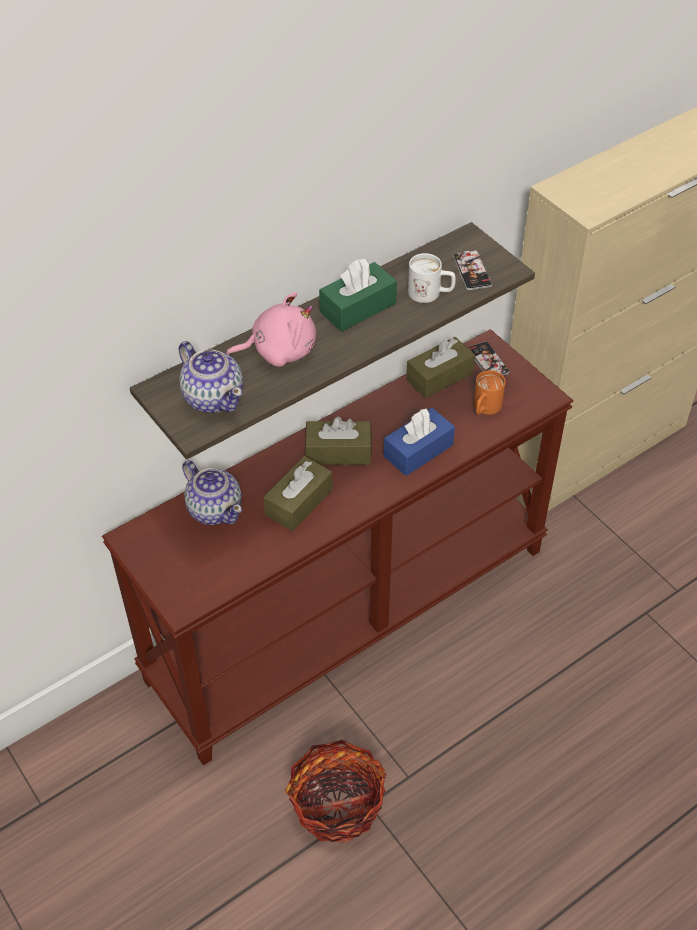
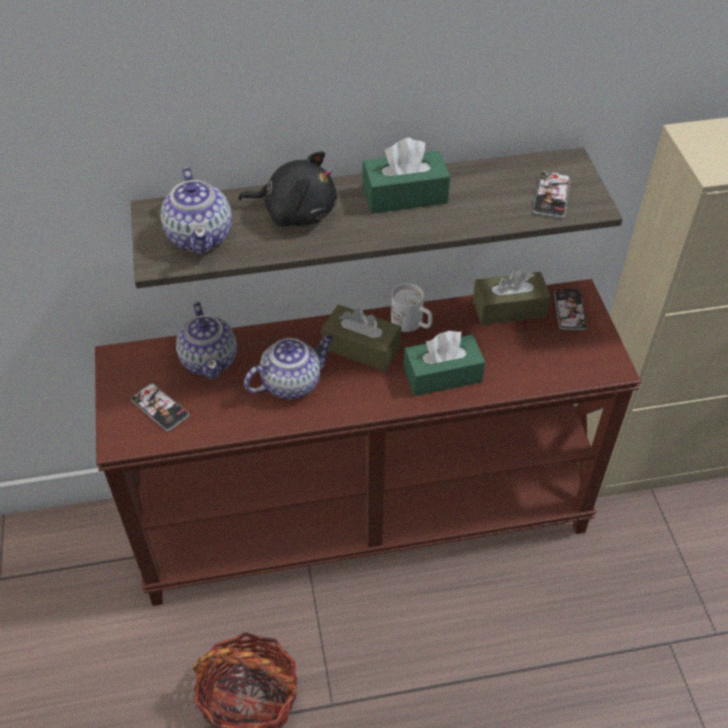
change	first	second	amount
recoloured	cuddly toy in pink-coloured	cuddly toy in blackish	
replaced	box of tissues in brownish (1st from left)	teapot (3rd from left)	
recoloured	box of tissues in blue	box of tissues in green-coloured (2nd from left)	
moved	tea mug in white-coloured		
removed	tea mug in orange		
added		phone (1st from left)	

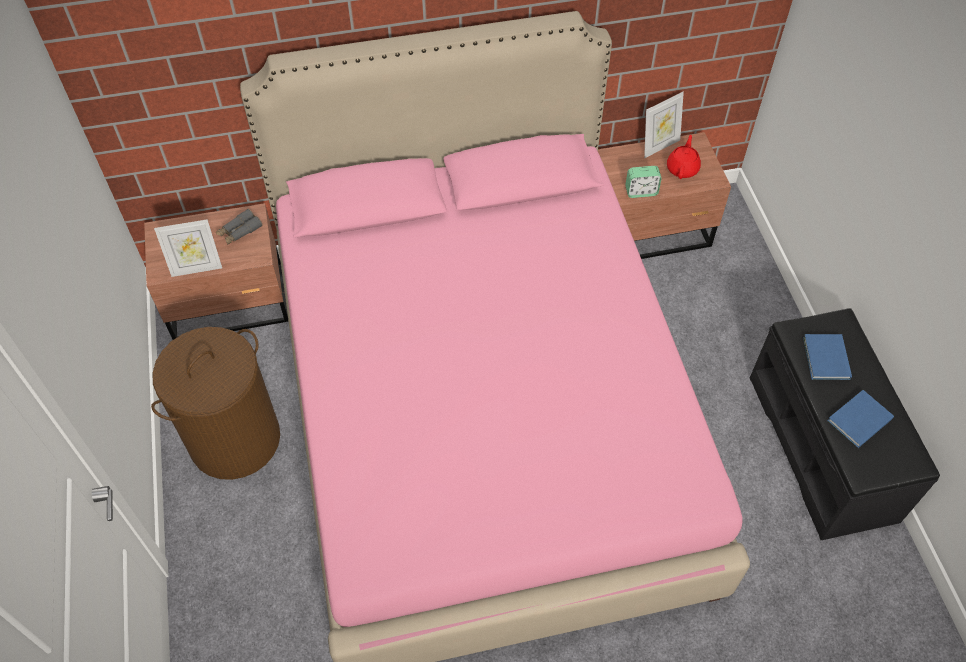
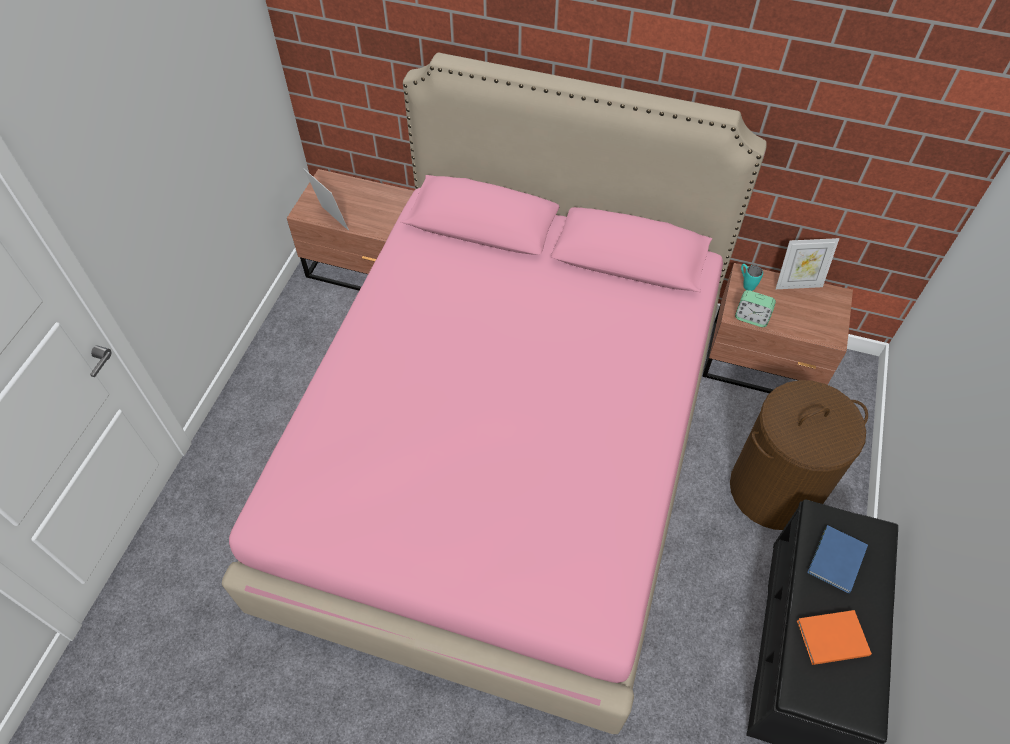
change	first	second	amount
moved	hamper in brownish		
turned	photo frame (1st from left)		150 degrees counterclockwise
removed	field glasses in greyish		
removed	teapot in reddish		
recoloured	volume in blue (2nd from left)	volume in orange	
added		tea mug in blue-green	

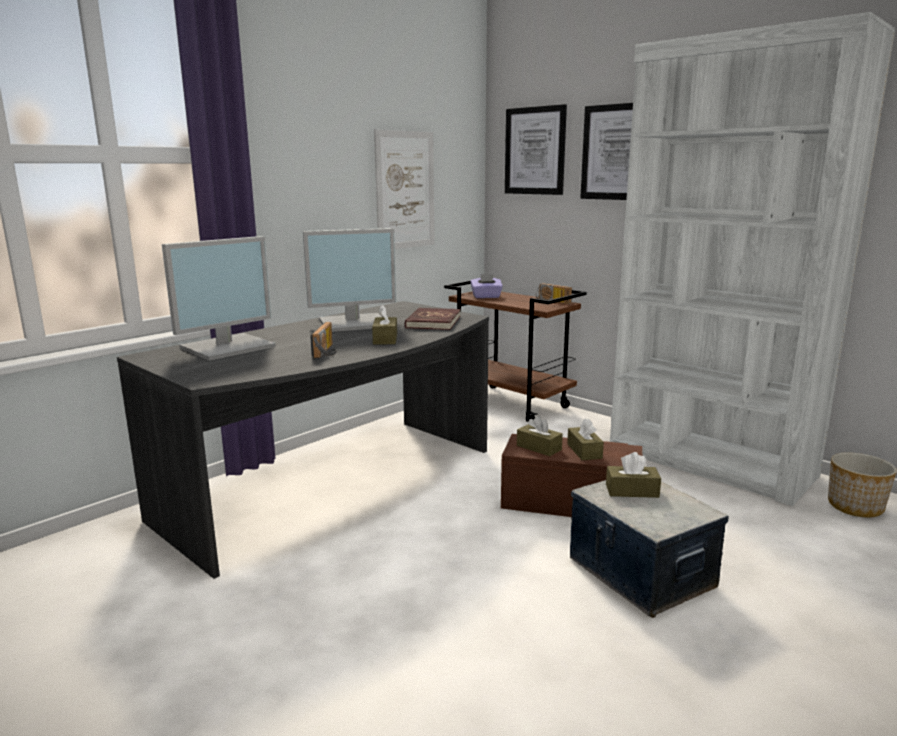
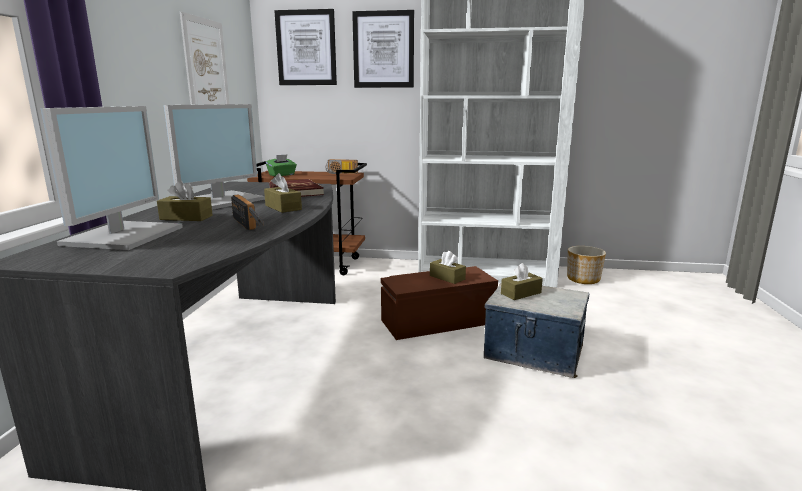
change	first	second	amount
recoloured	box of tissues in purplish	box of tissues in green-coloured	
moved	box of tissues in brownish (2nd from left in the first image)	box of tissues in brownish (1st from left)	

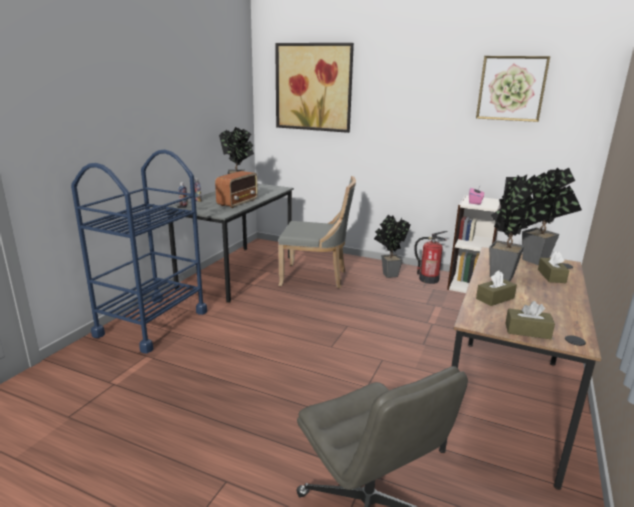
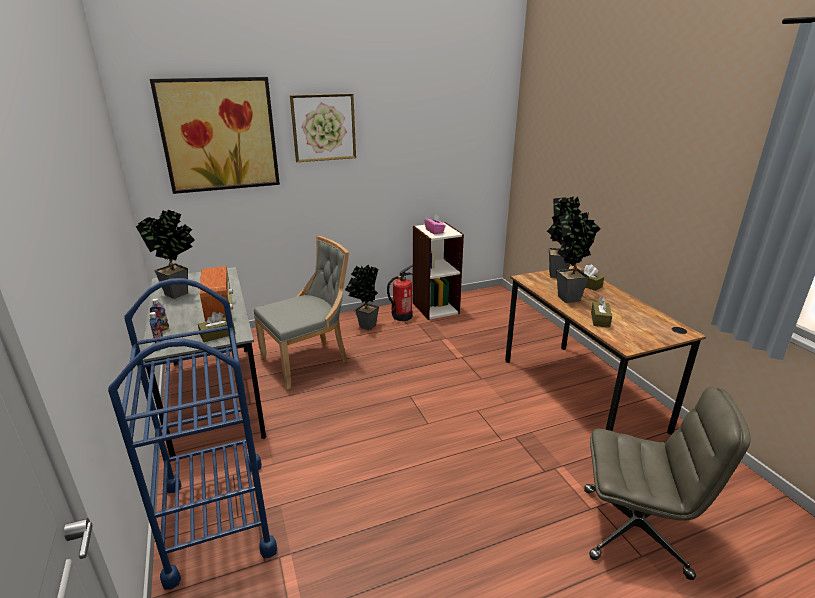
change	first	second	amount
moved	wall picture (2nd from left)		
moved	box of tissues in brownish (2nd from left in the first image)	box of tissues in brownish (1st from left)	

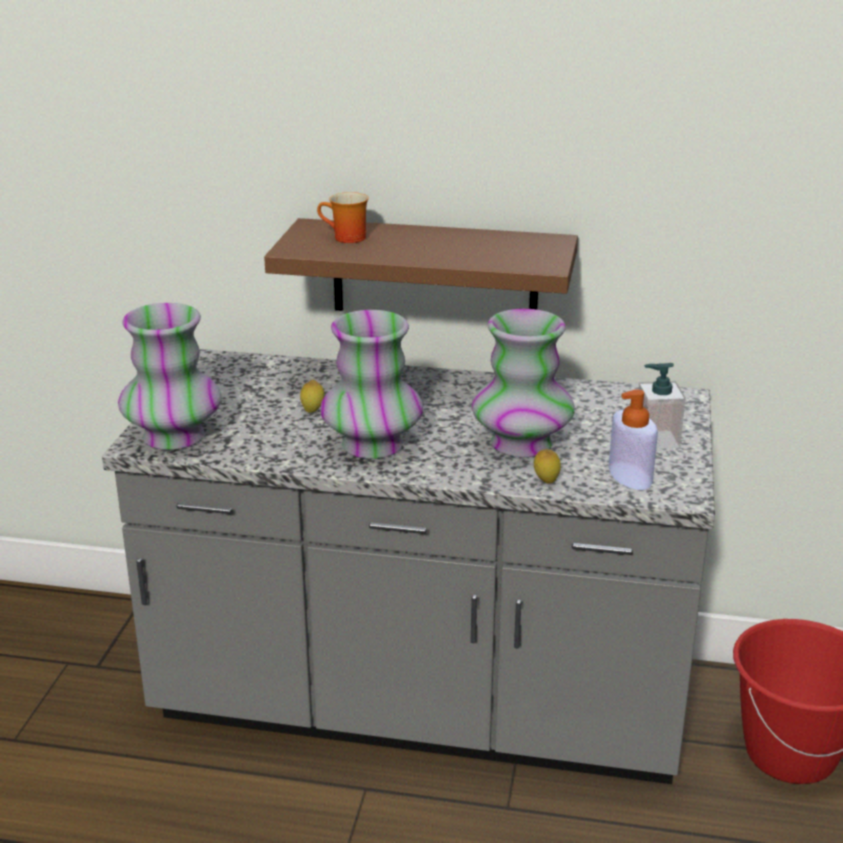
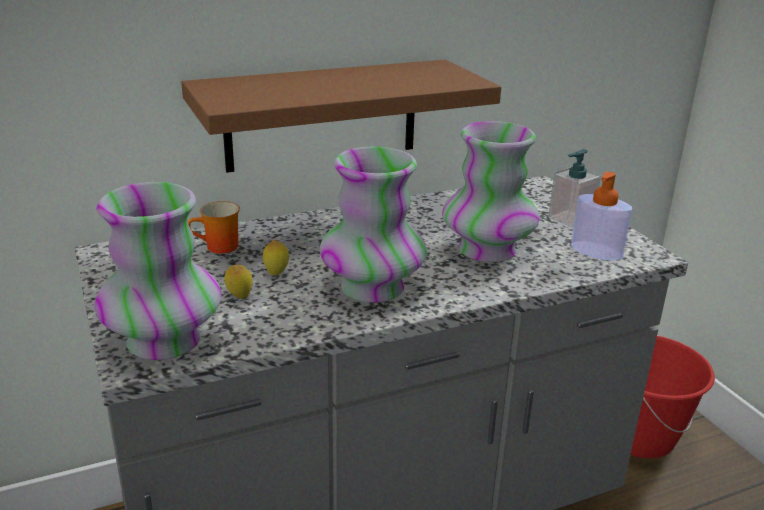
change	first	second	amount
moved	tea mug		
moved	lemon (2nd from left in the first image)	lemon (1st from left)	

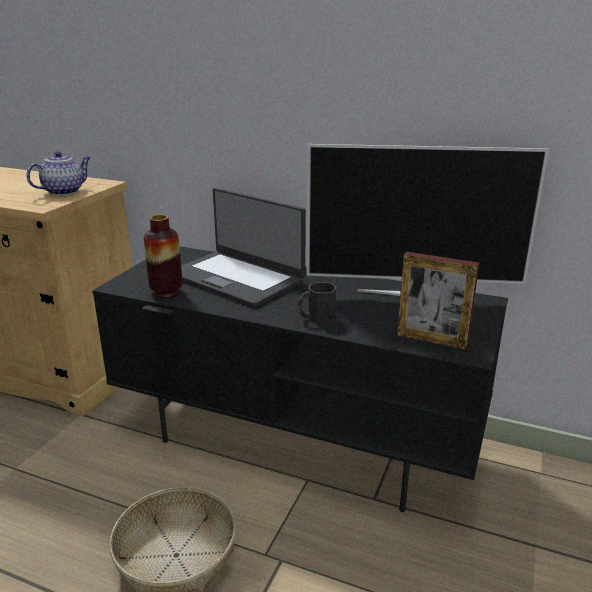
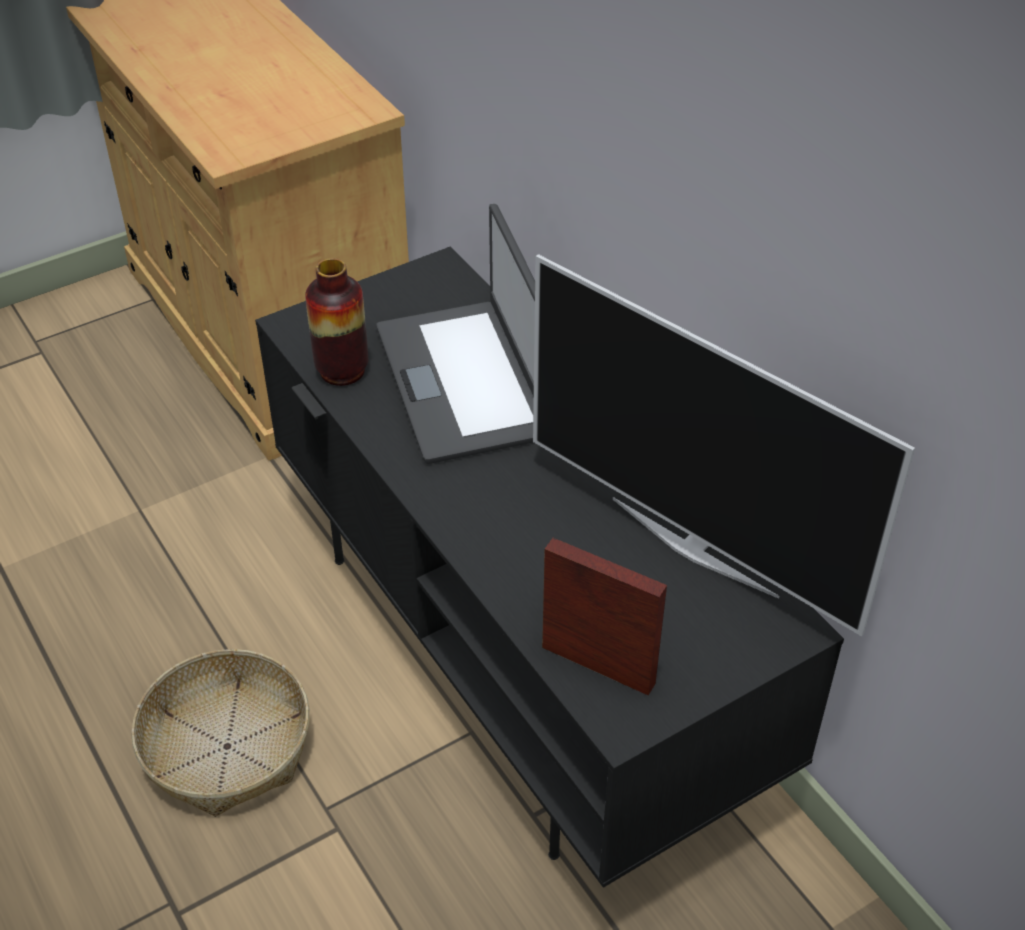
change	first	second	amount
removed	teapot		
removed	tea mug in blackish		
turned	photo frame		150 degrees clockwise

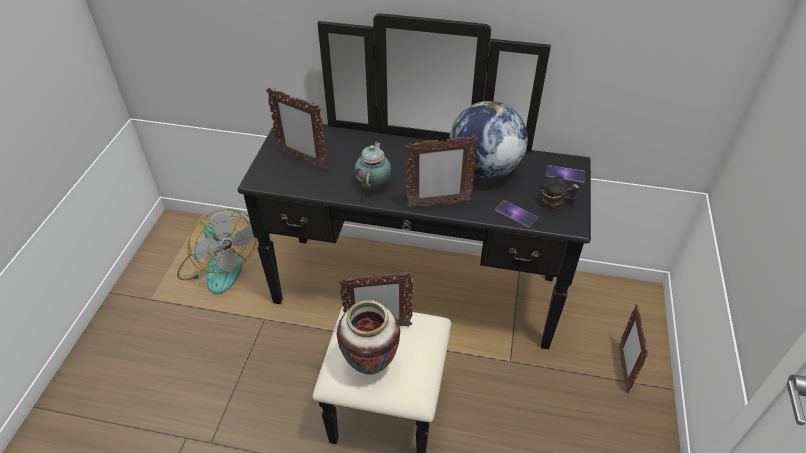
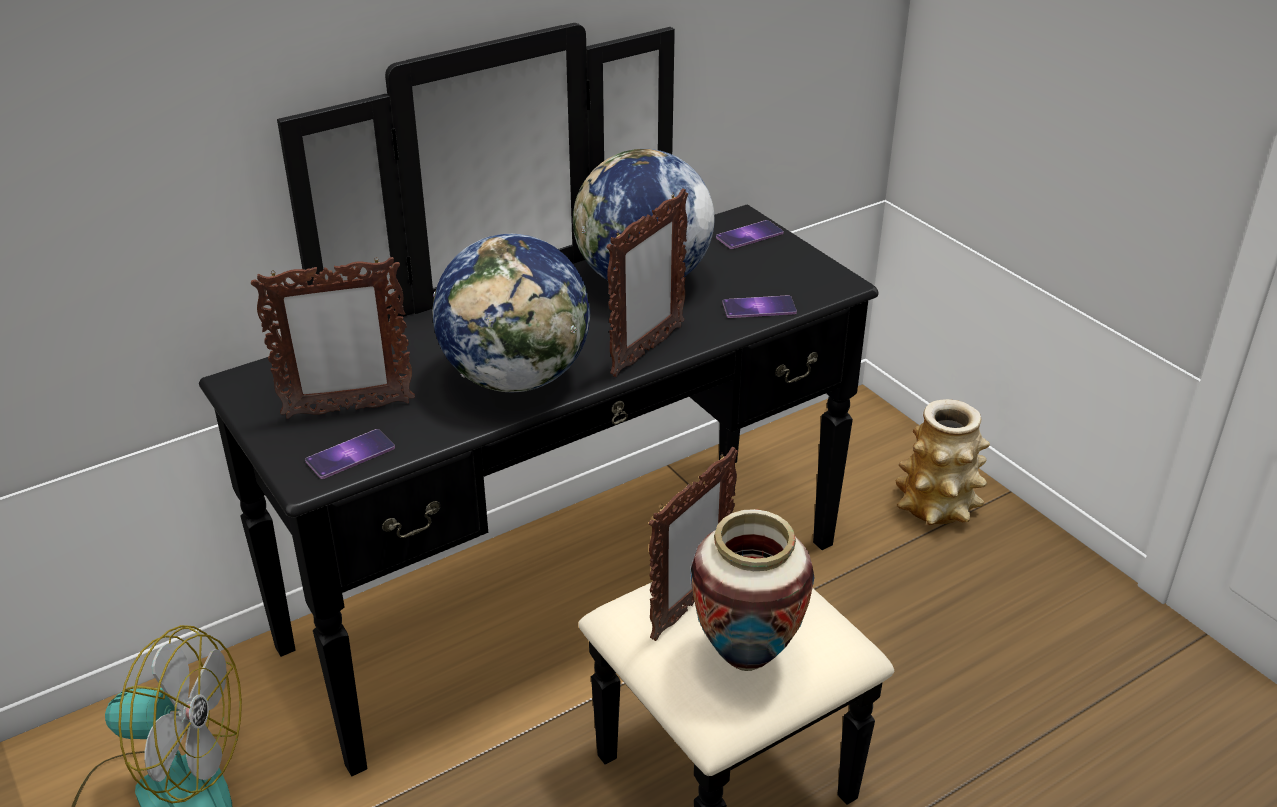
change	first	second	amount
replaced	teapot	desk globe (1st from left)	
removed	tea mug		
replaced	photo frame (4th from left)	vase (2nd from left)	
added		phone (1st from left)	

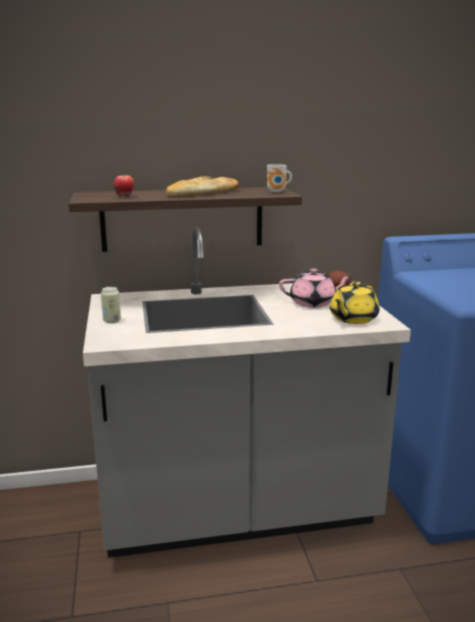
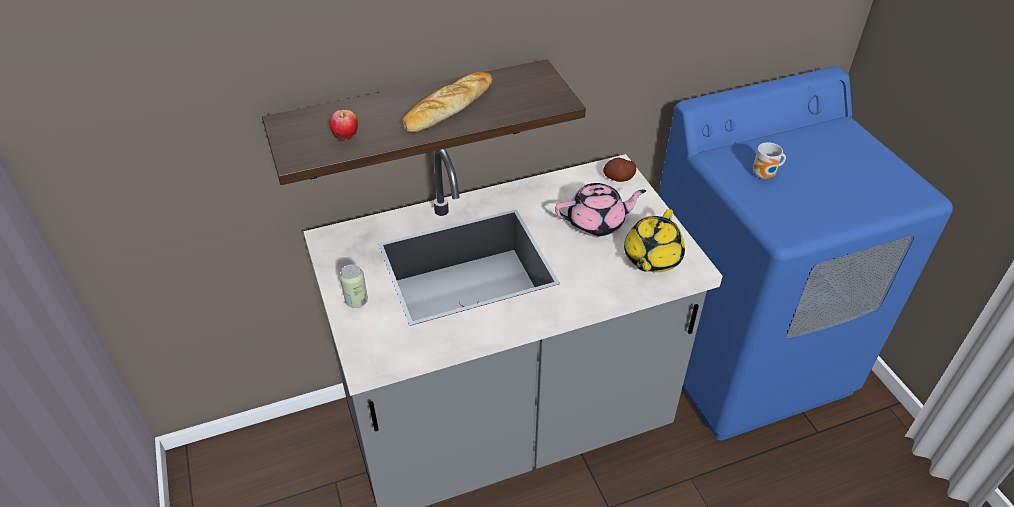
change	first	second	amount
moved	tea mug		

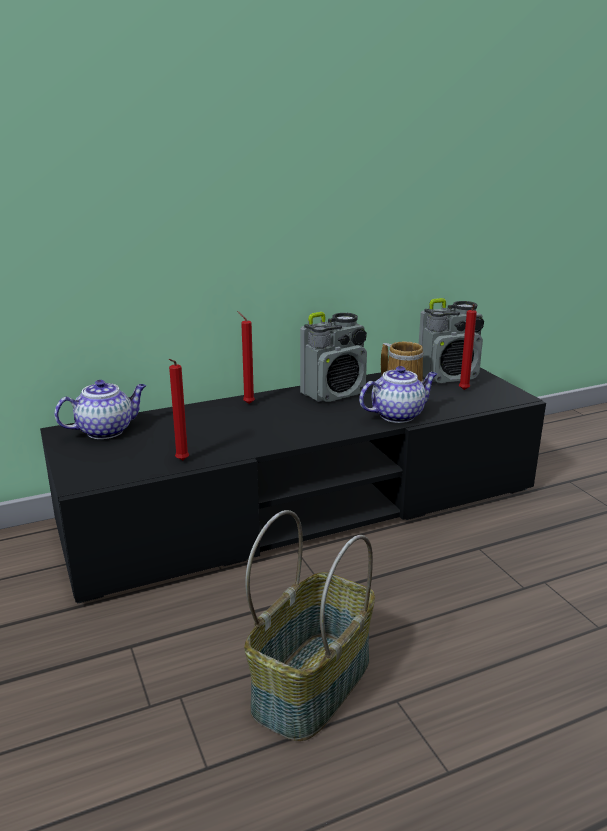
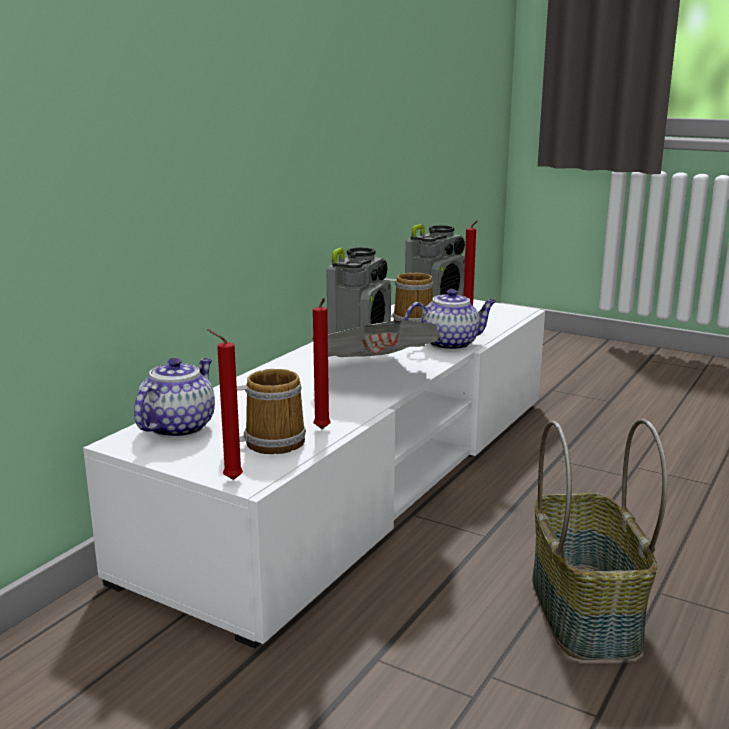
change	first	second	amount
recoloured	tv stand in blackish	tv stand in white-coloured	
moved	wax candle in reddish (2nd from left in the first image)	wax candle in reddish (1st from left)	
turned	teapot (2nd from left)		45 degrees clockwise
added		tea mug (1st from left)	
added		daily paper	

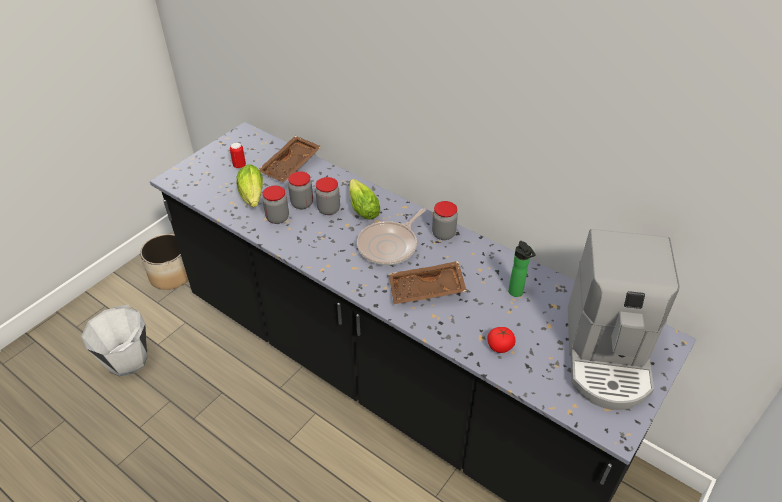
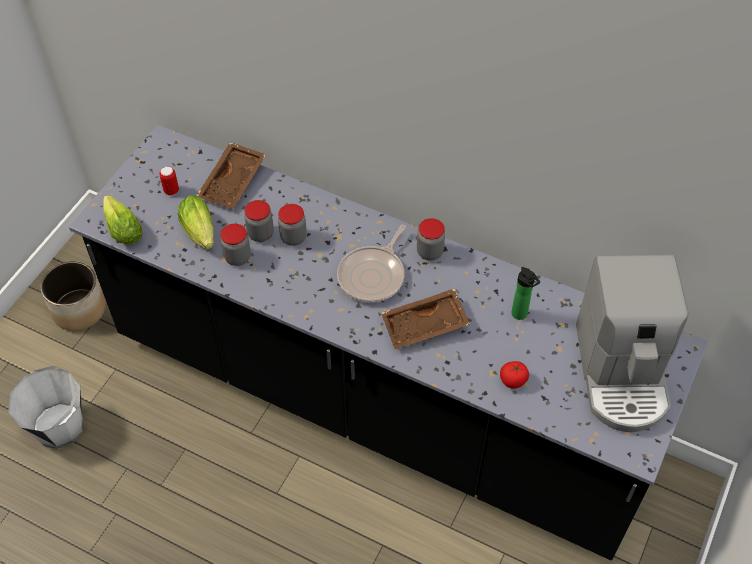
change	first	second	amount
moved	lettuce head (2nd from left in the first image)	lettuce head (1st from left)	

